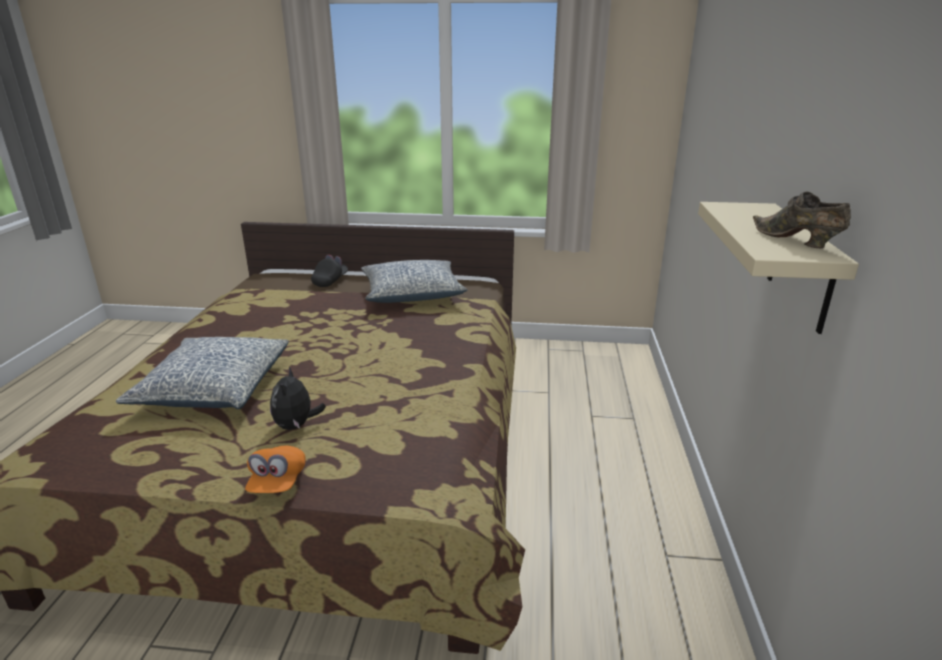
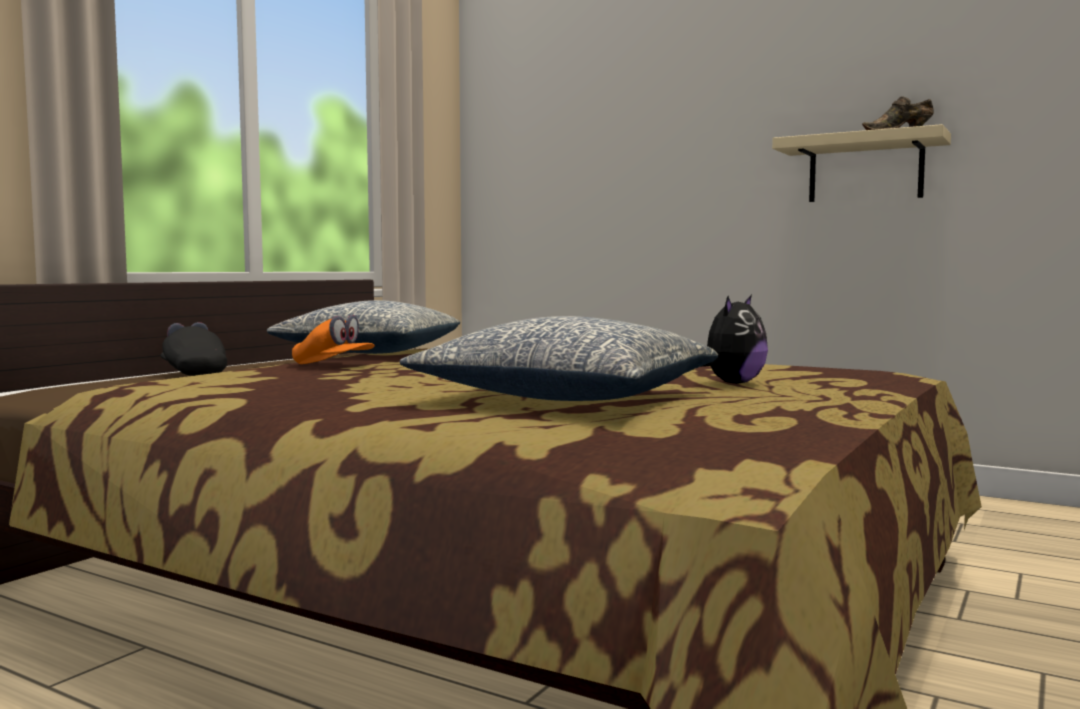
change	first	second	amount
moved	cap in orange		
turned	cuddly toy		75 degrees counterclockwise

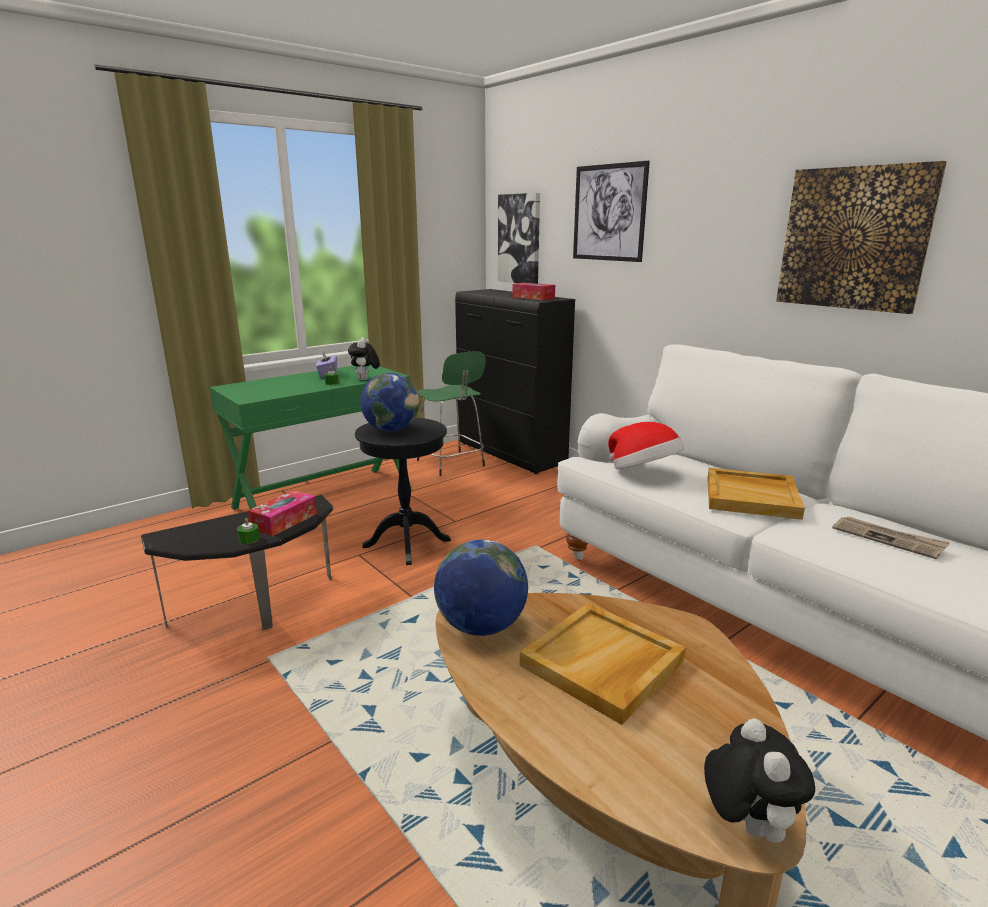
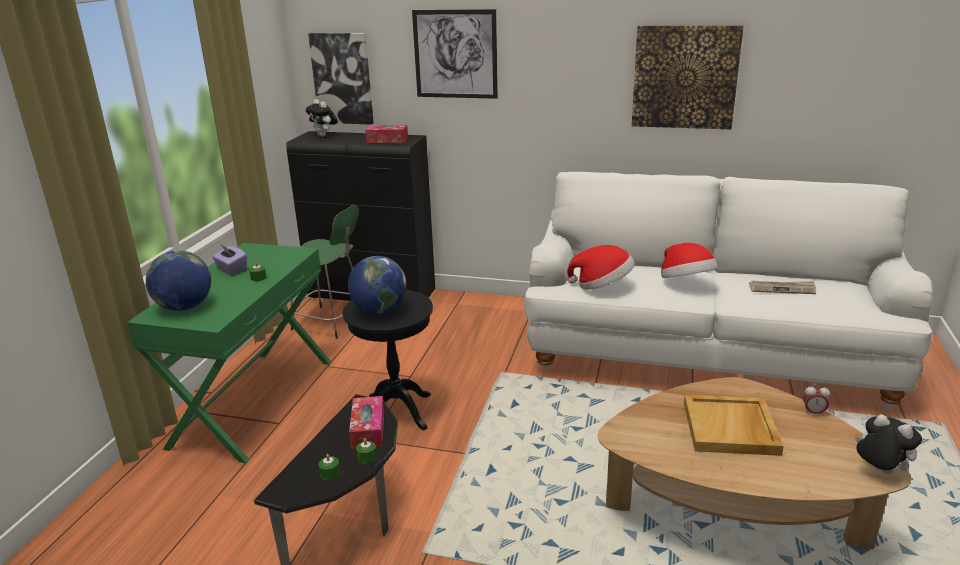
change	first	second	amount
moved	cuddly toy (1st from left)		
moved	desk globe (2nd from left in the first image)	desk globe (1st from left)	
replaced	tray in beige (2nd from left)	wearable hat (2nd from left)	
added		wax candle in green-coloured (2nd from left)	
added		bedside clock	

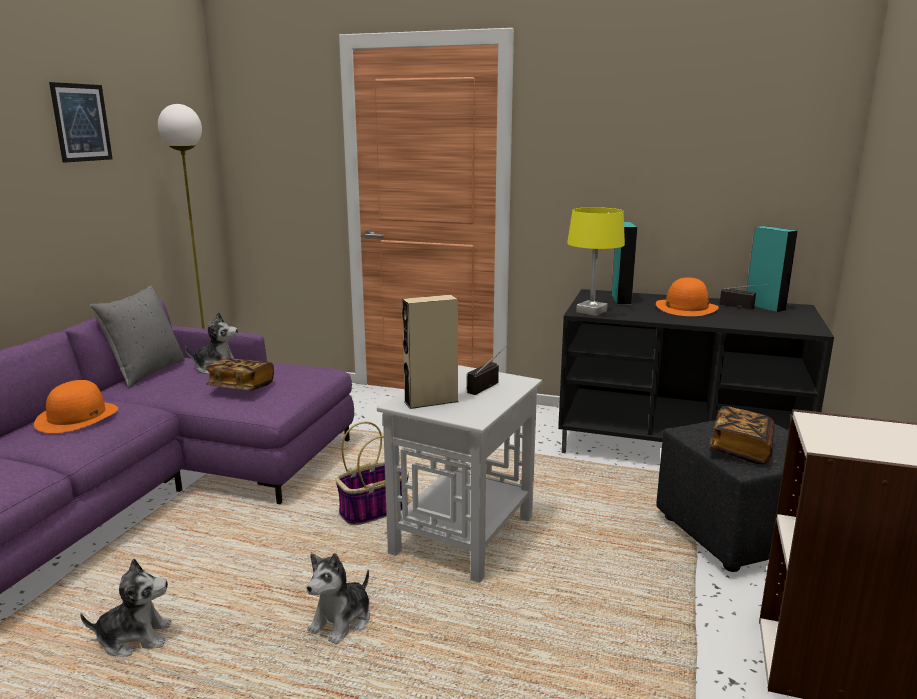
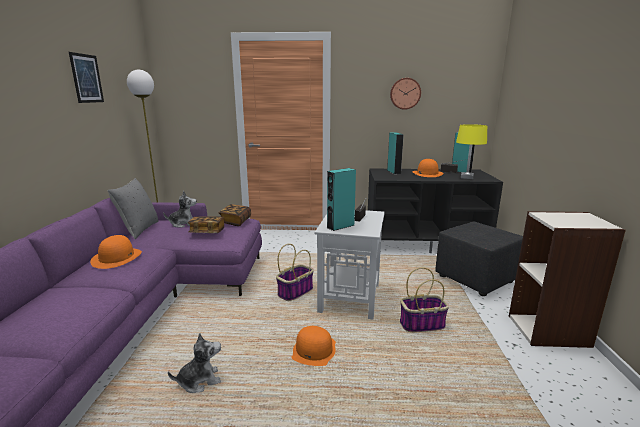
change	first	second	amount
replaced	cuddly toy (3rd from left)	wearable hat in orange (2nd from left)	
recoloured	speaker in beige	speaker in blue-green (1st from left)	
moved	table lamp in yellow		
moved	volume (2nd from left)		
added		hanging clock	
added		basket (2nd from left)	

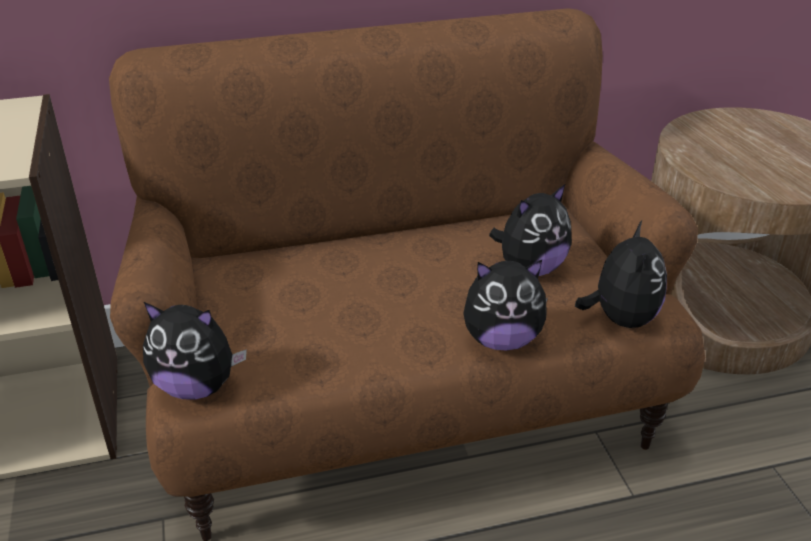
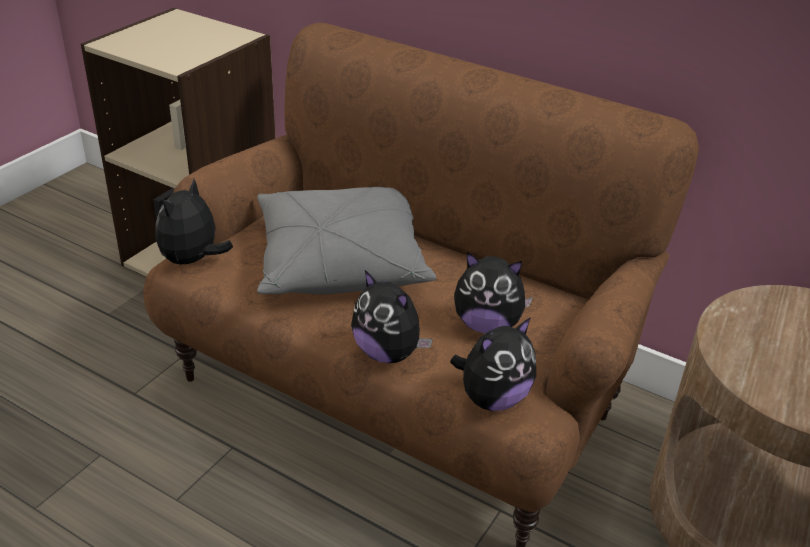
change	first	second	amount
turned	cuddly toy (1st from left)		60 degrees clockwise
added		throw pillow in greyish	

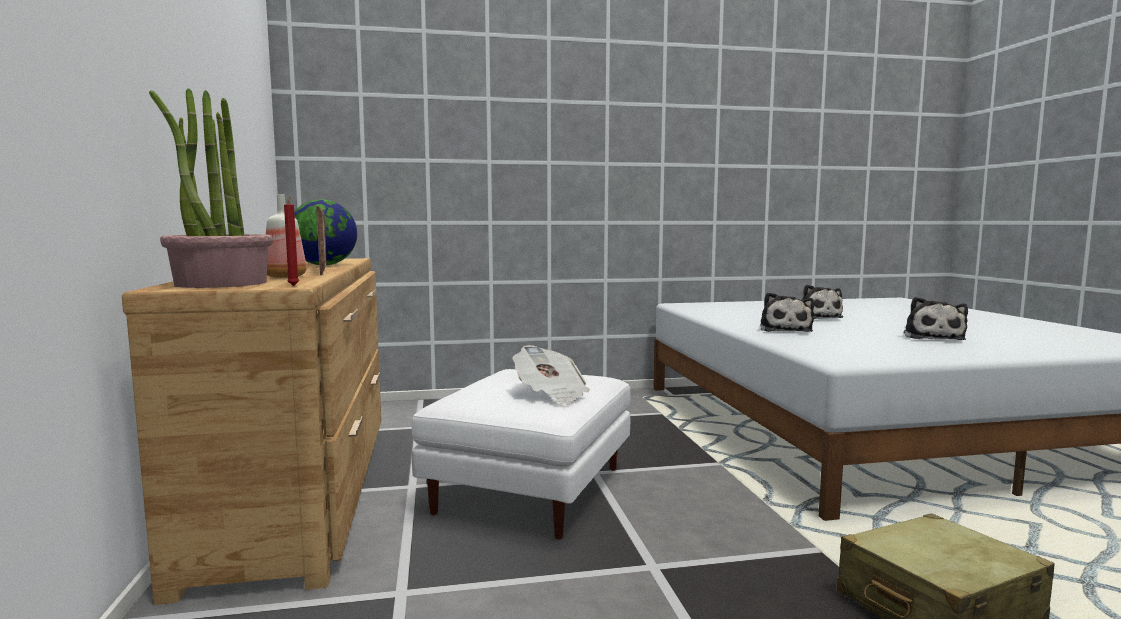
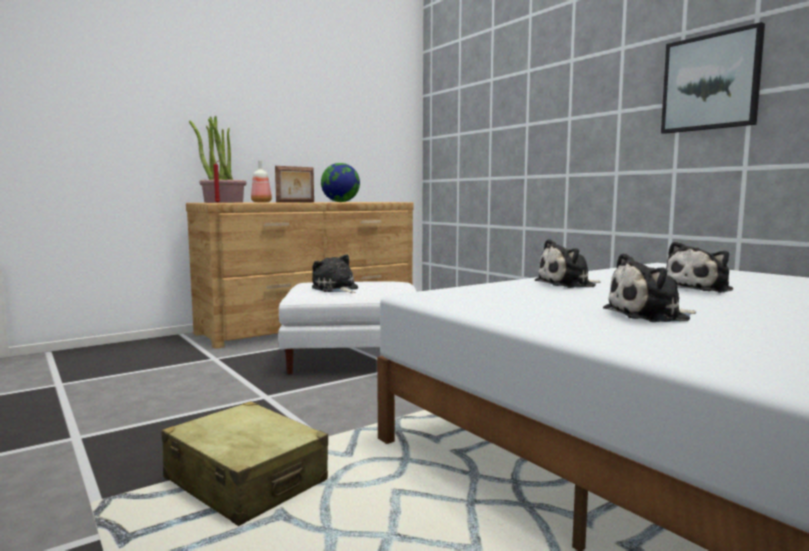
change	first	second	amount
replaced	daily paper	cuddly toy (1st from left)	
added		wall picture	

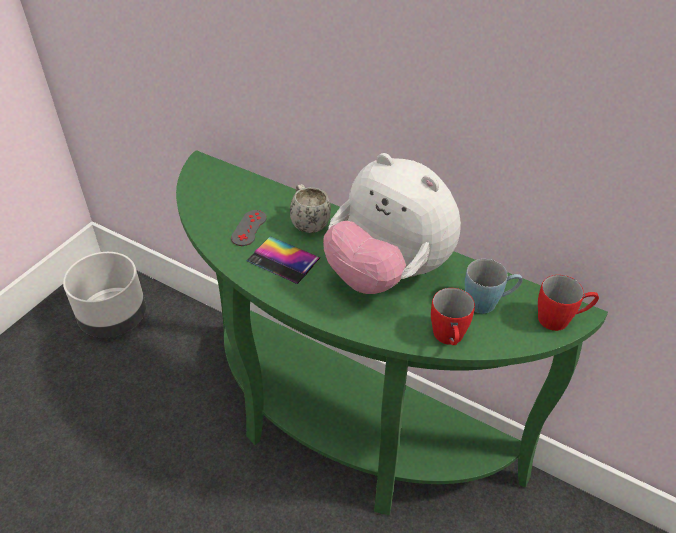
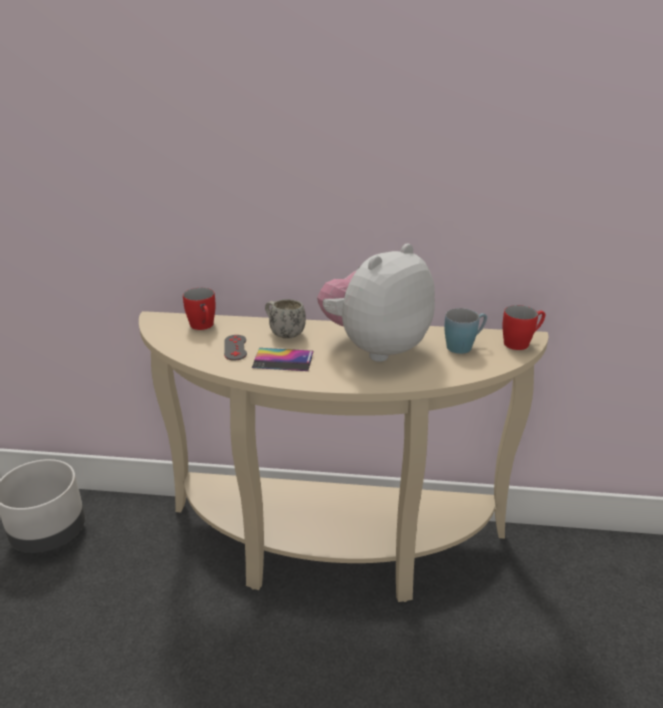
change	first	second	amount
recoloured	narrow table in green-coloured	narrow table in beige	
turned	cuddly toy		120 degrees clockwise
moved	tea mug in reddish (1st from left)		

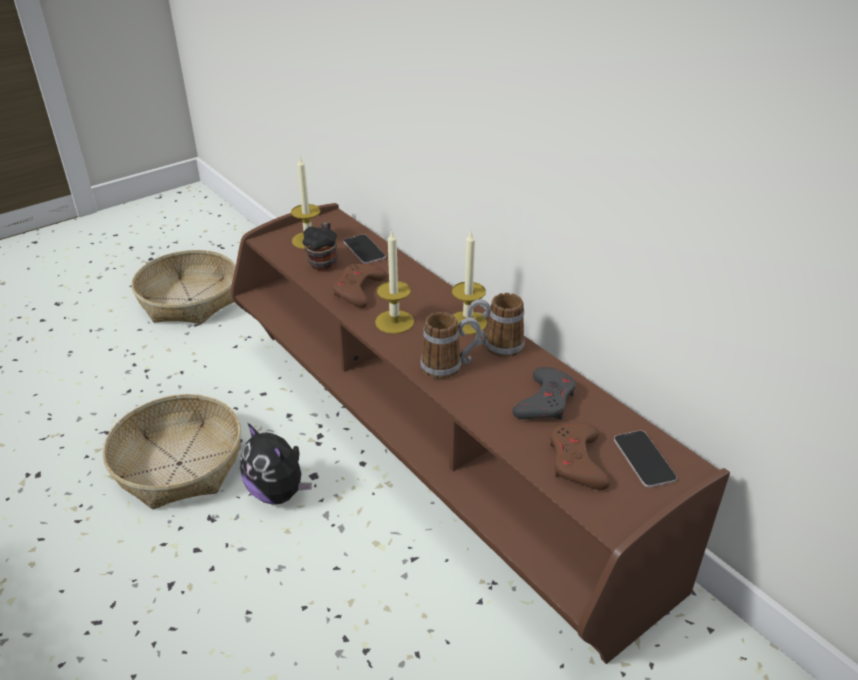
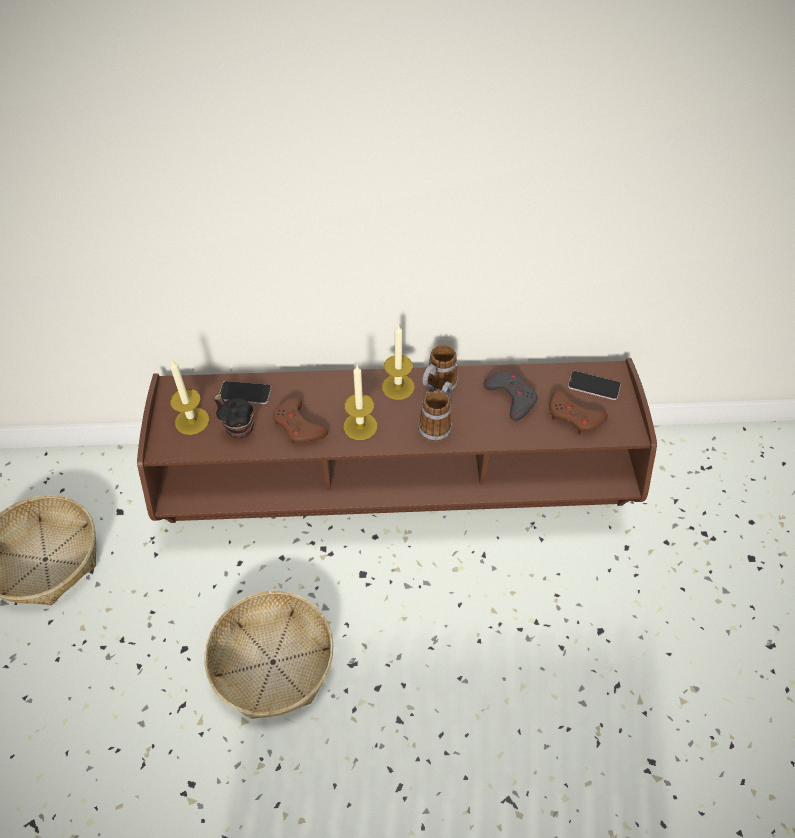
change	first	second	amount
removed	cuddly toy		

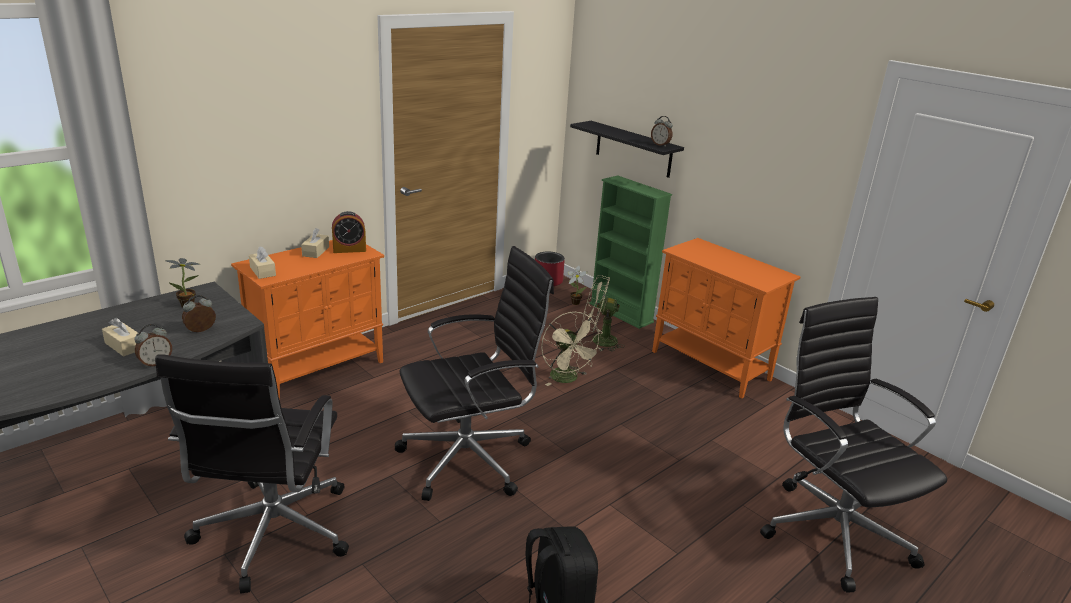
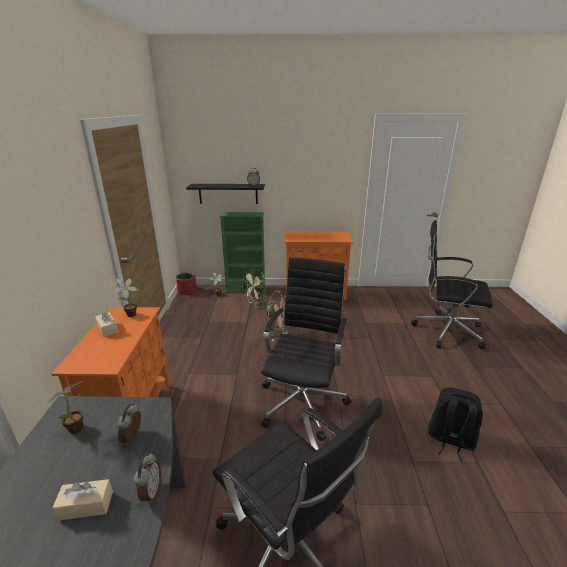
change	first	second	amount
removed	box of tissues in beige (2nd from left)		
replaced	bedside clock (3rd from left)	houseplant (2nd from left)	

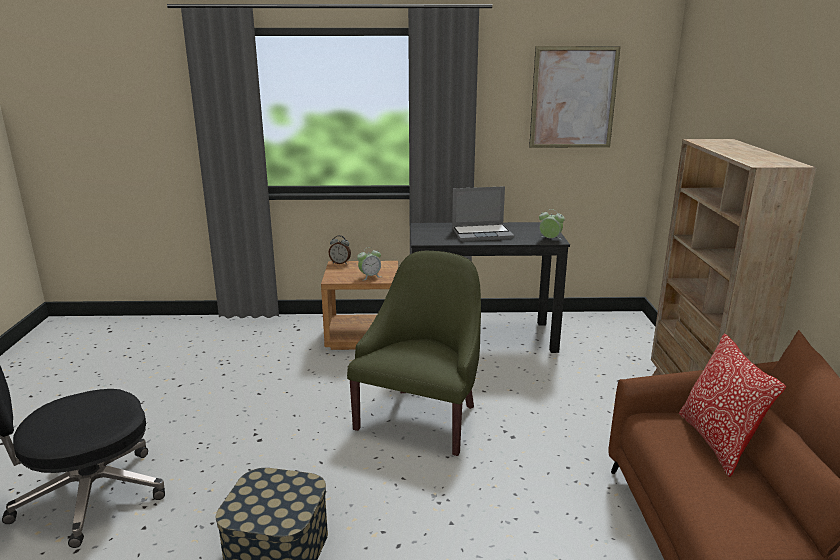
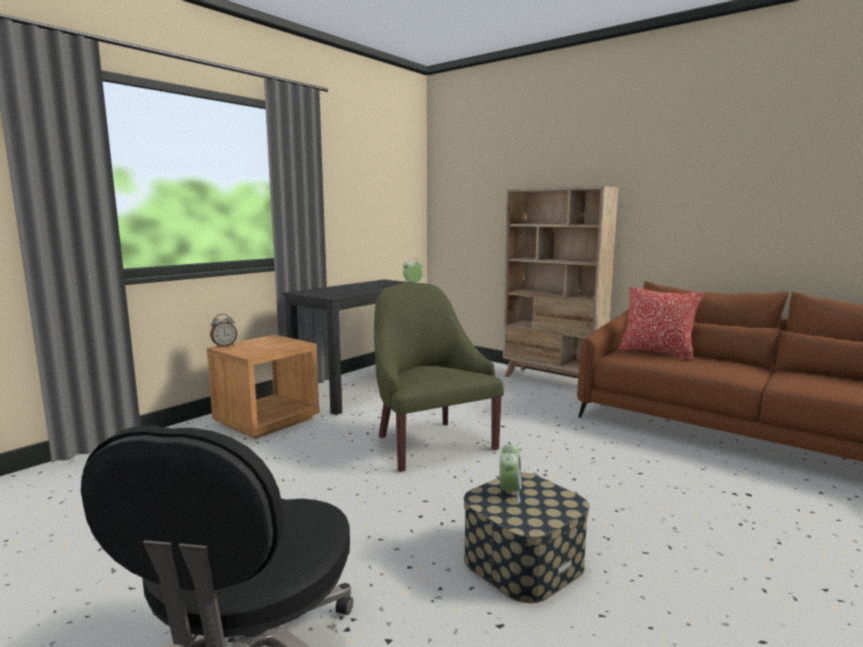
change	first	second	amount
moved	bedside clock (2nd from left in the first image)	bedside clock (3rd from left)	
removed	laptop		
removed	wall picture		

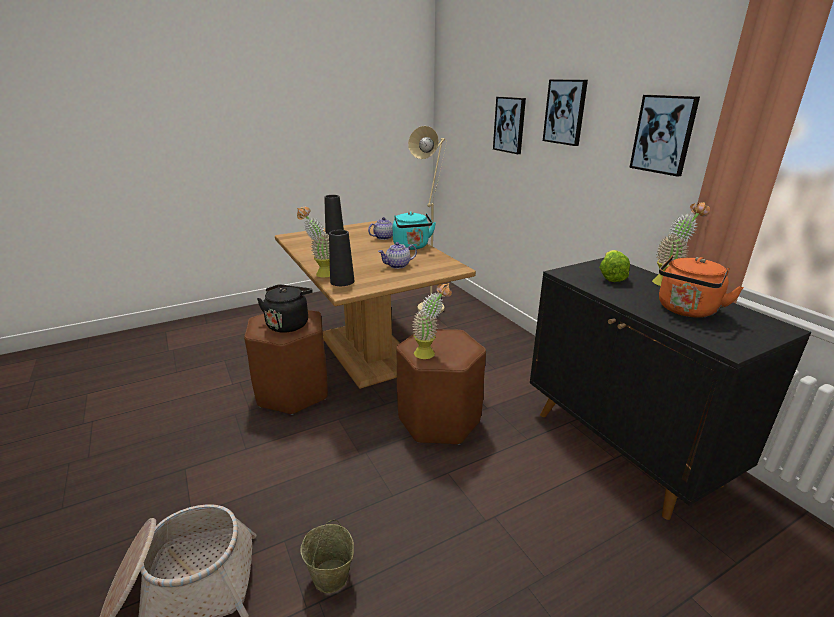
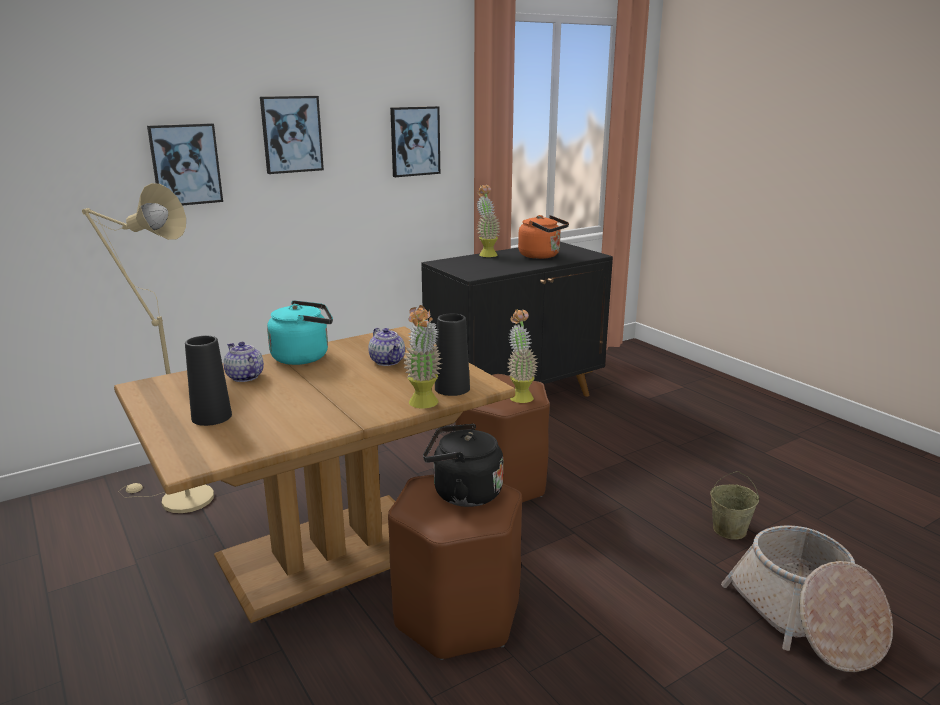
change	first	second	amount
removed	lettuce head		

